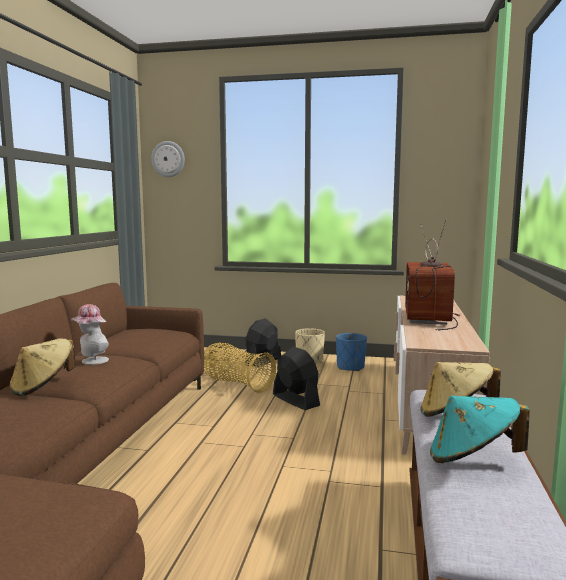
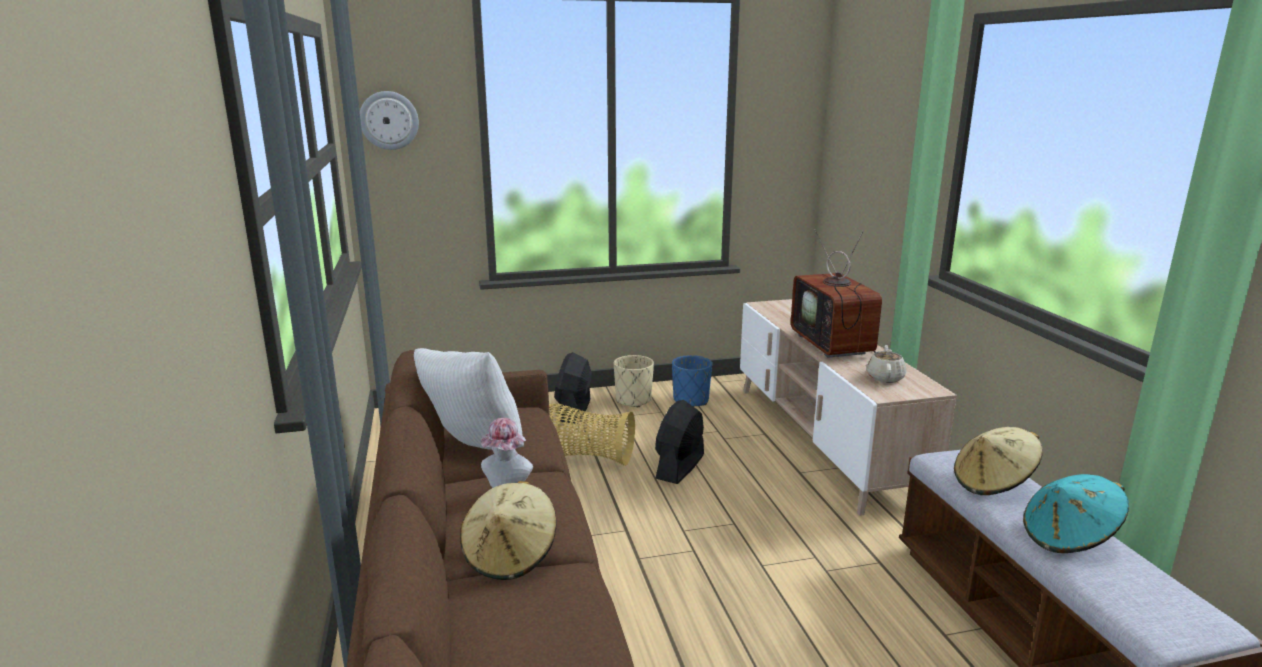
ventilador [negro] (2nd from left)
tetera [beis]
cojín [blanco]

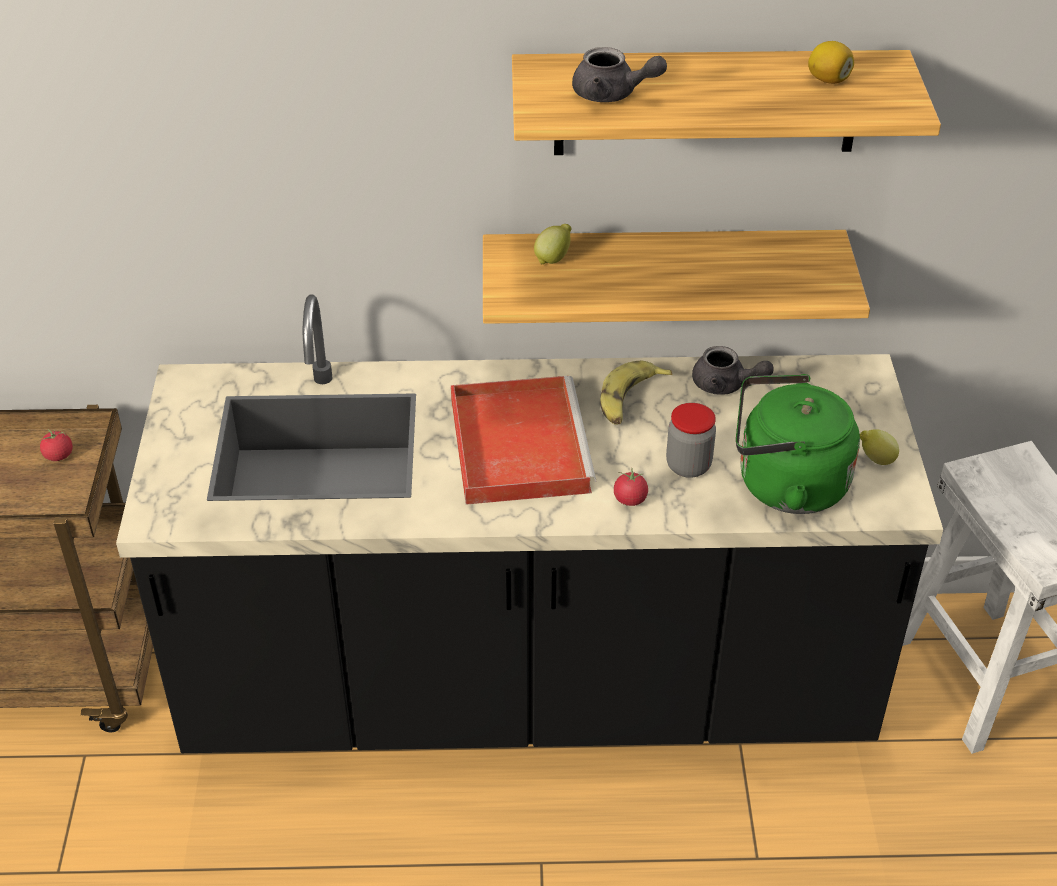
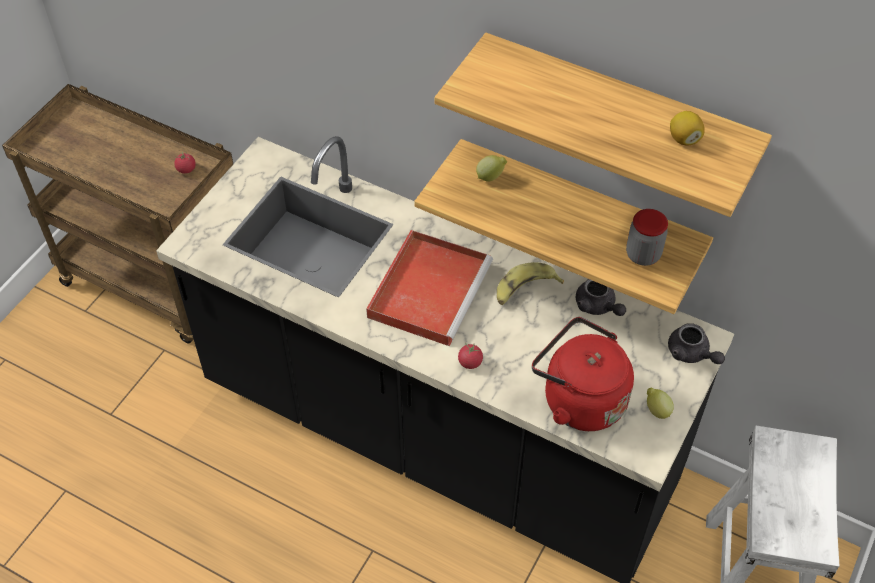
tetera [gris] (2nd from left)
hervidor [rojo]
tarro

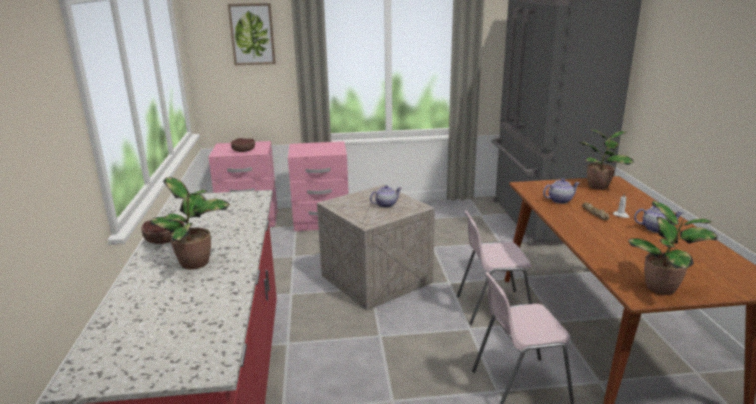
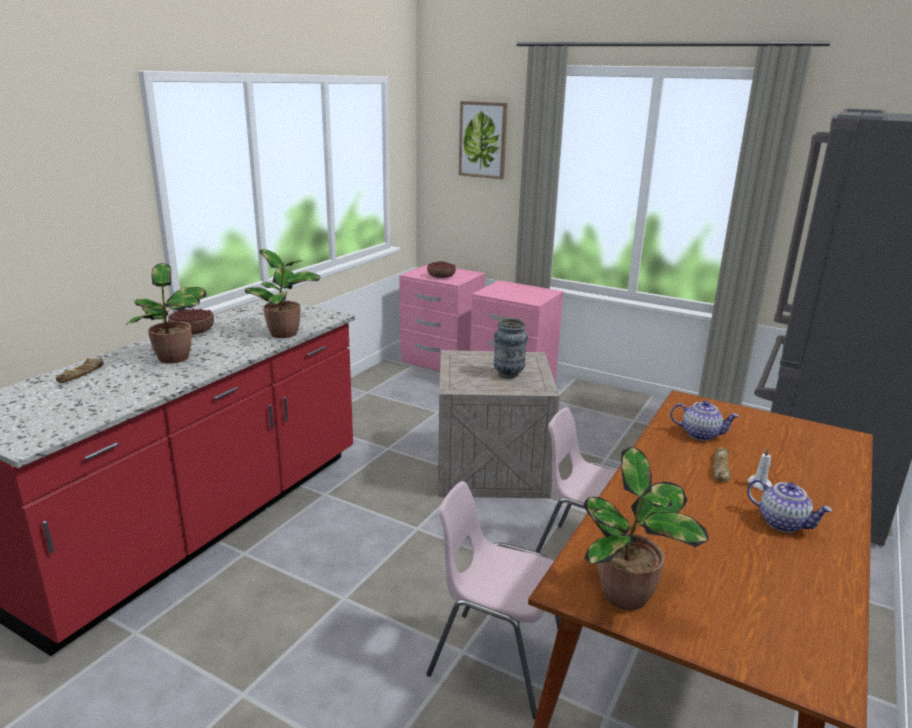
planta en maceta (2nd from left)
florero
pan (1st from left)

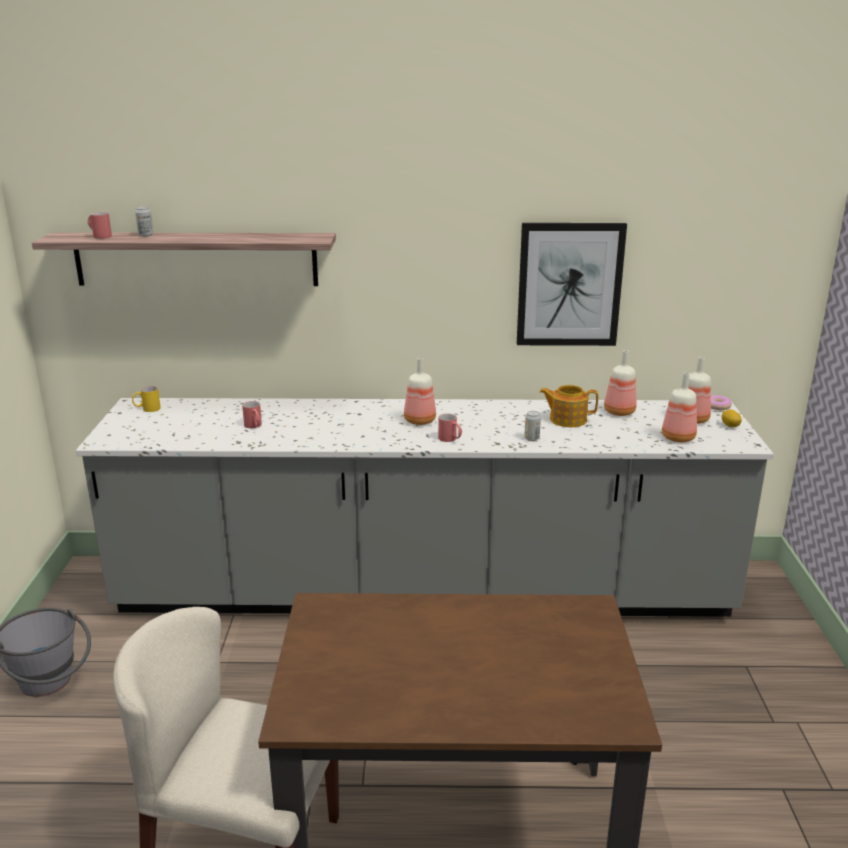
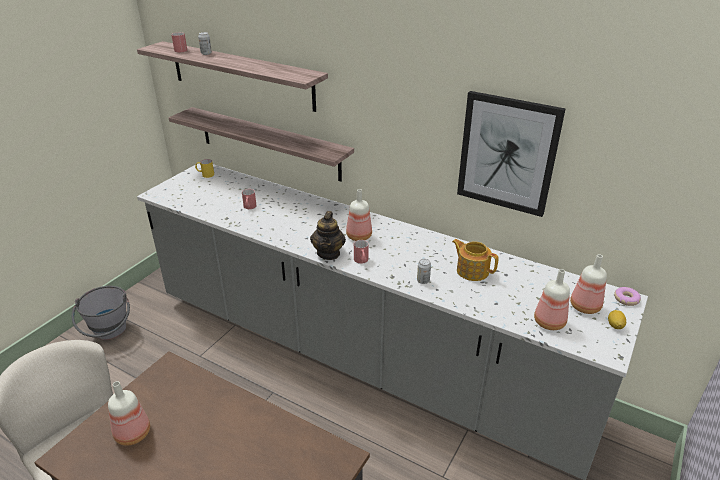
botella (1st from left)
estante (2nd from left)
tetera (1st from left)

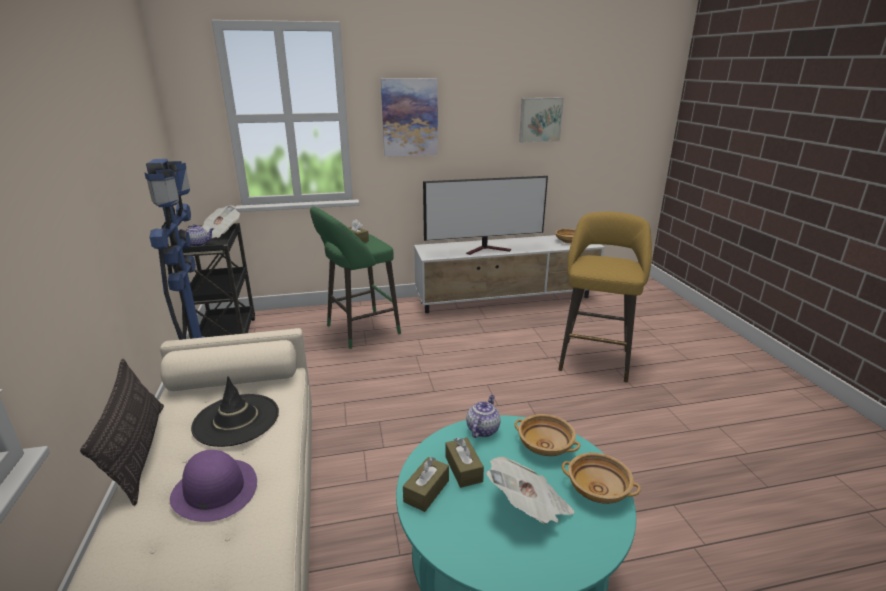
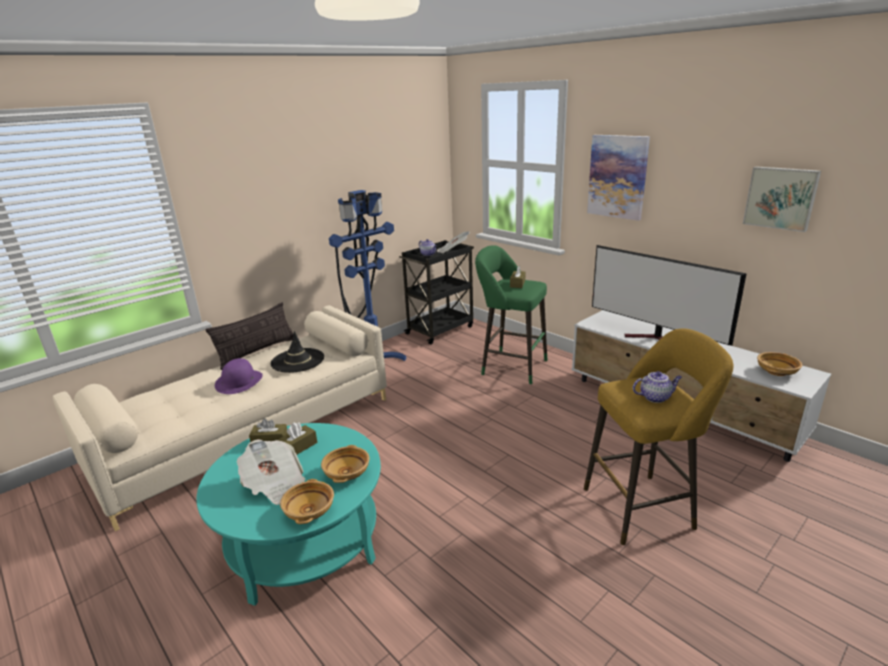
tetera (2nd from left)

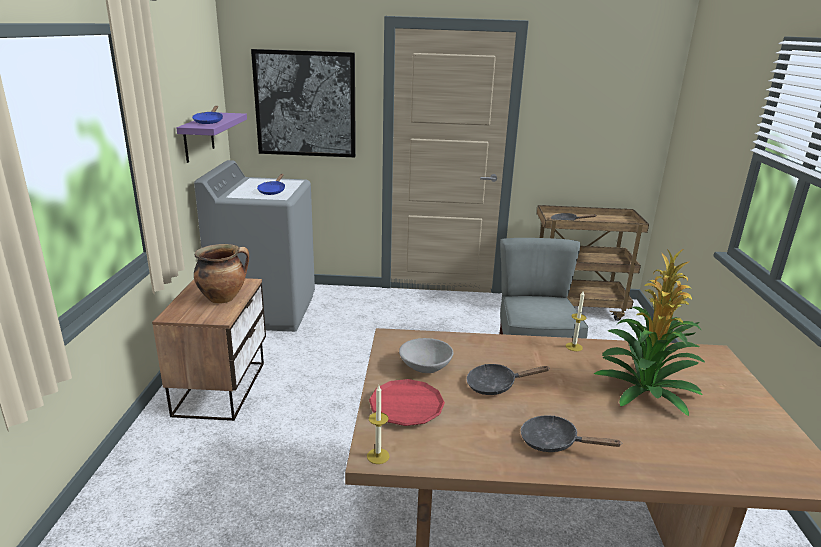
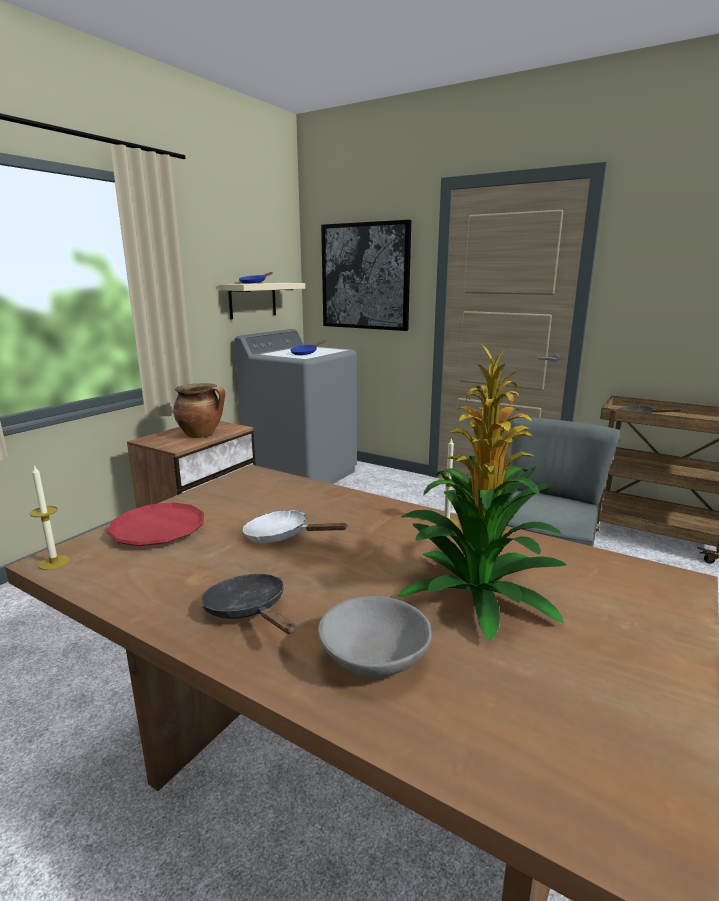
estante [beis]
cuenco [gris]
sartén [blanco]

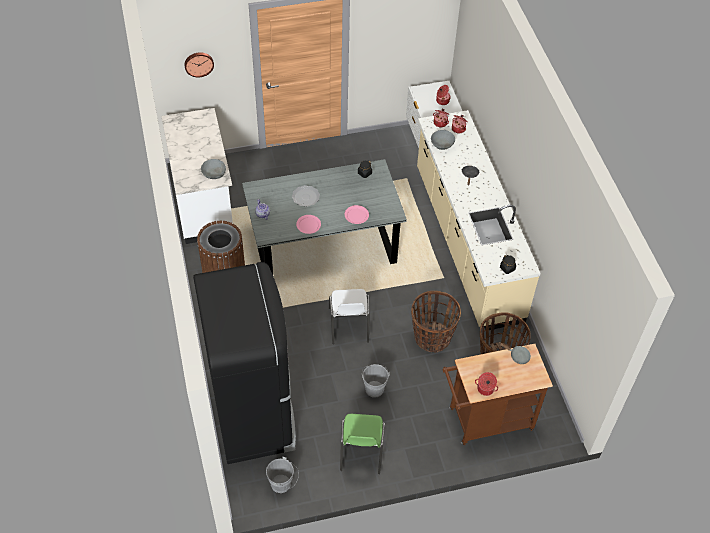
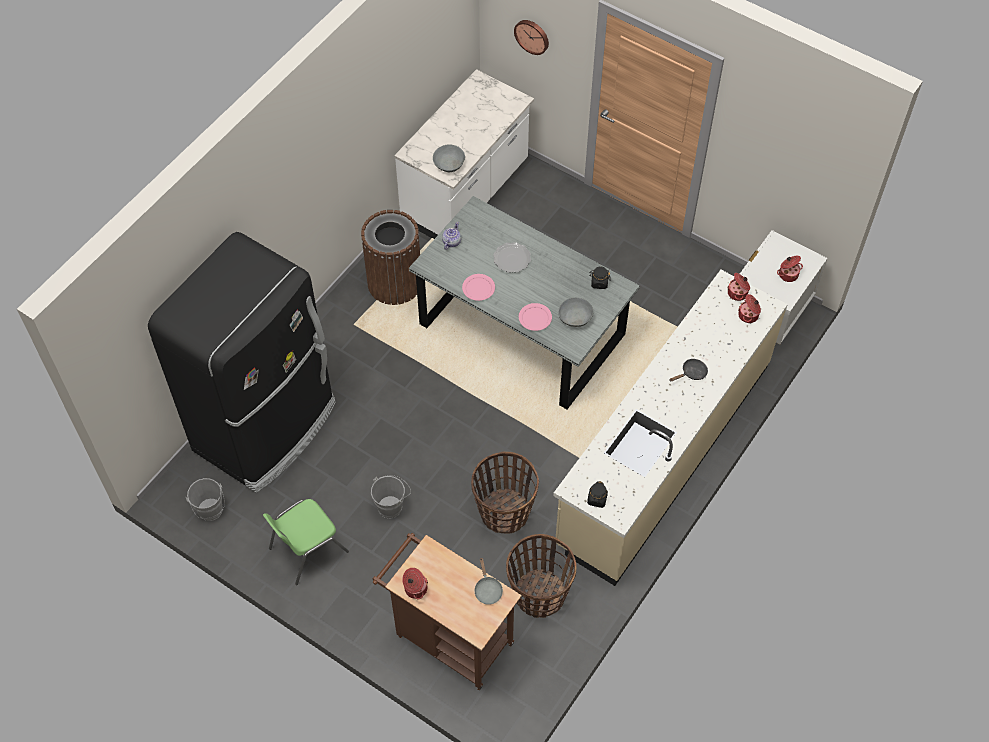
cuenco [gris] (2nd from left)
silla [blanco]

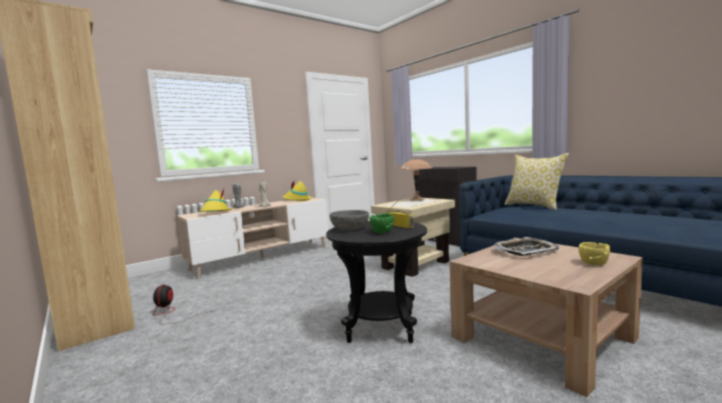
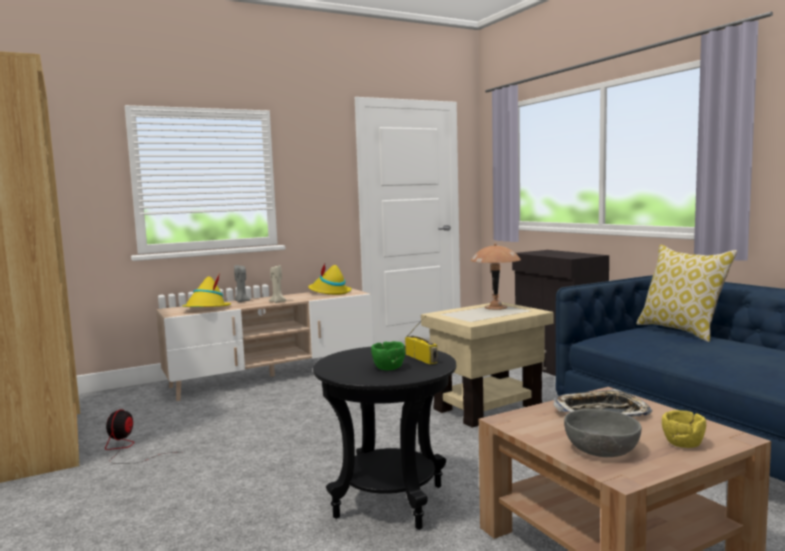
cuenco [gris]

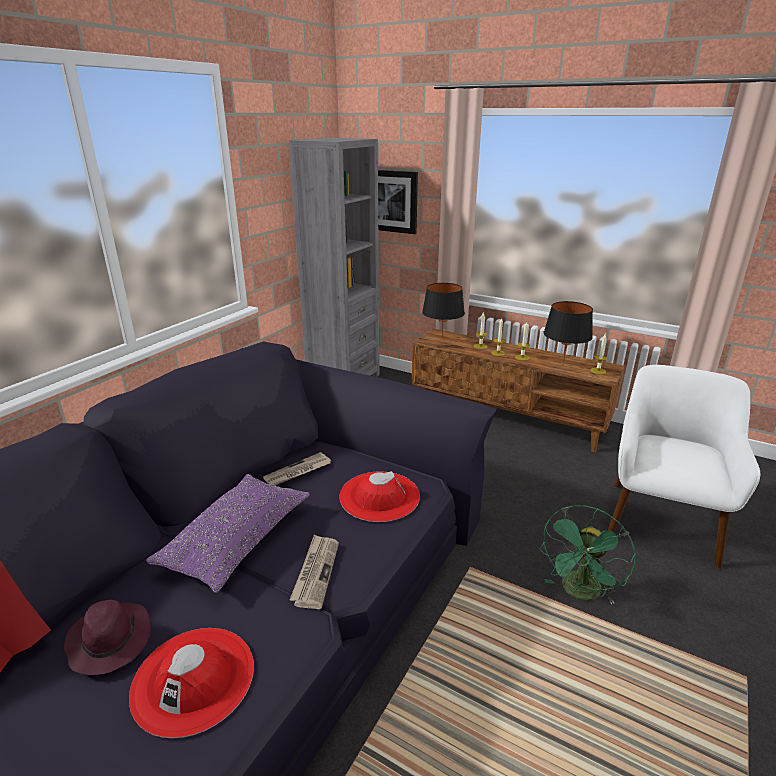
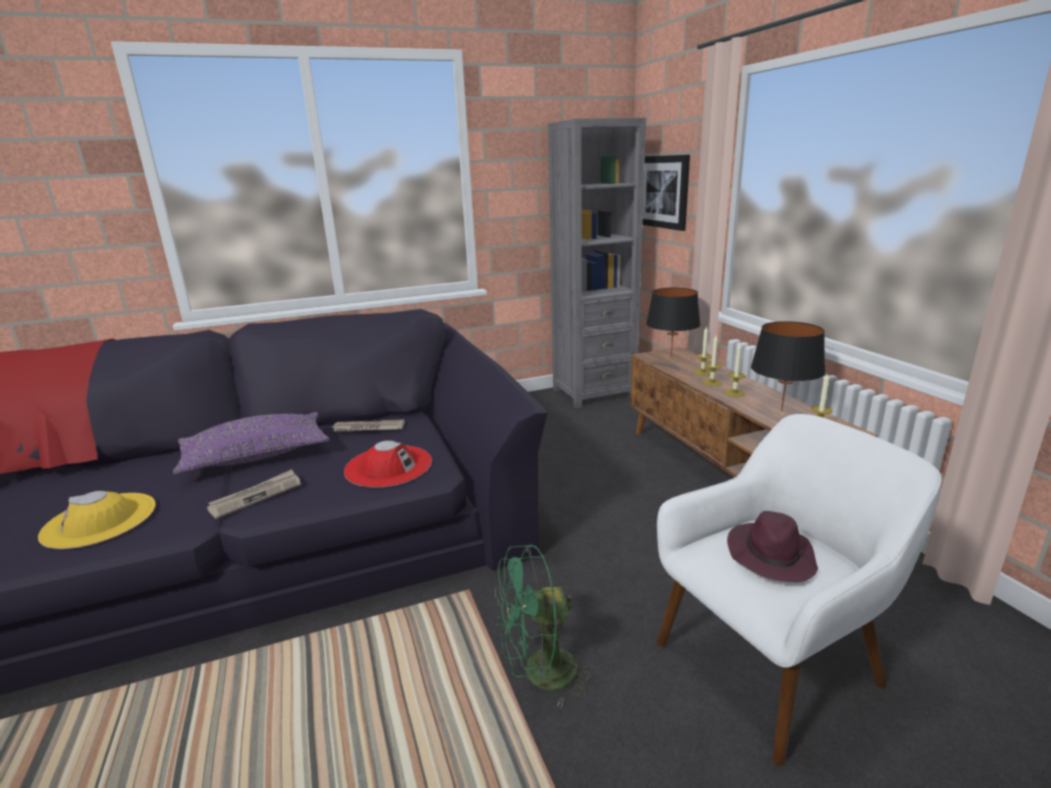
sombrero [morado]
sombrero [amarillo]

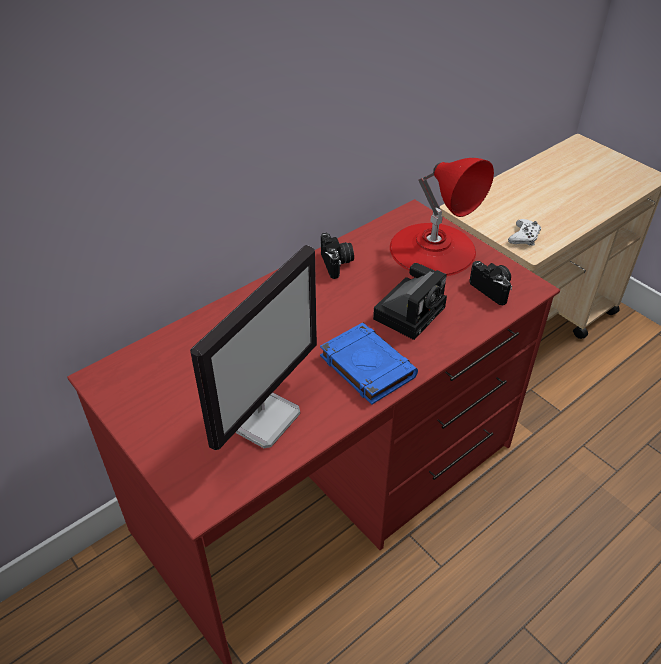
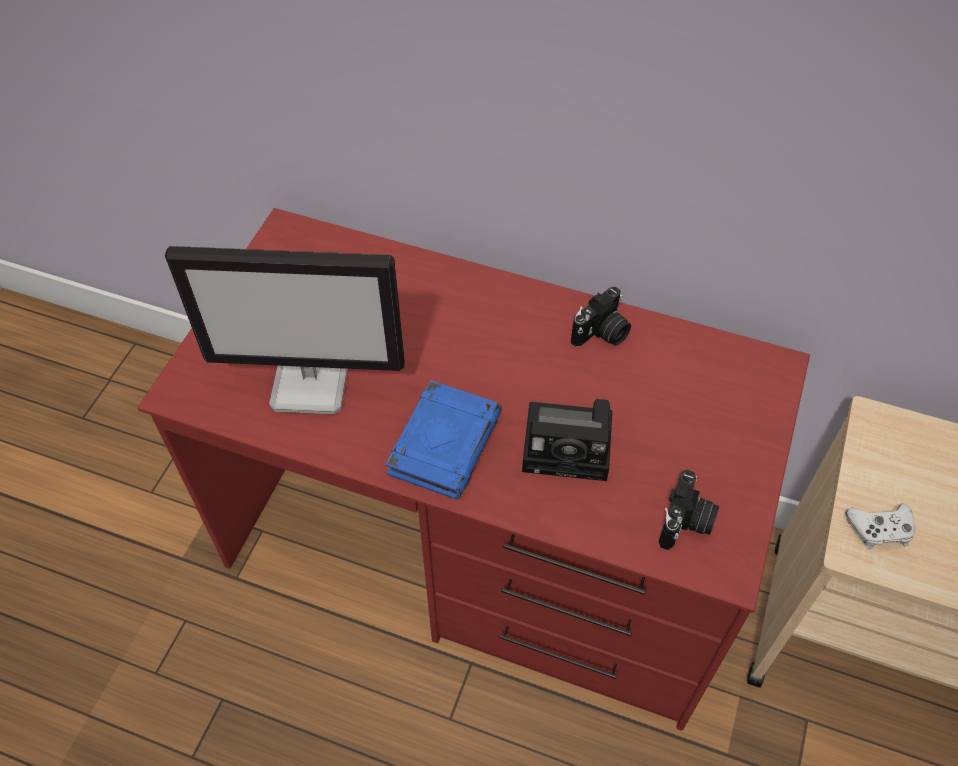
lámpara de mesa [rojo]

